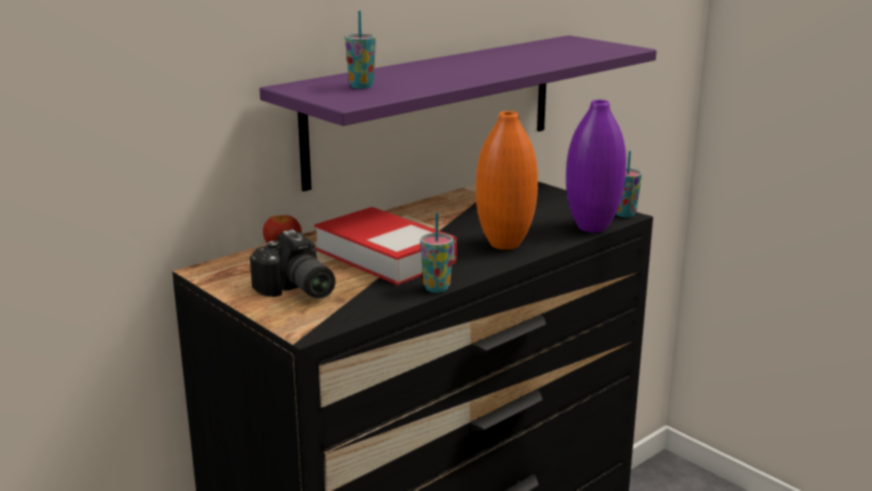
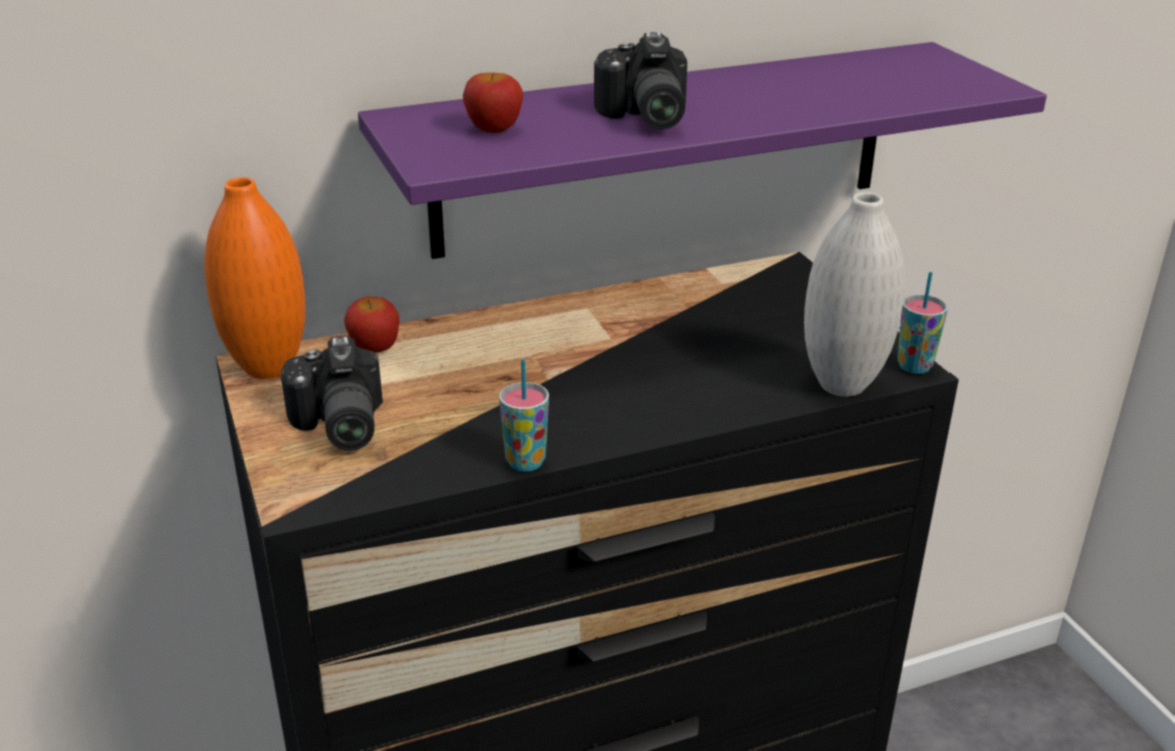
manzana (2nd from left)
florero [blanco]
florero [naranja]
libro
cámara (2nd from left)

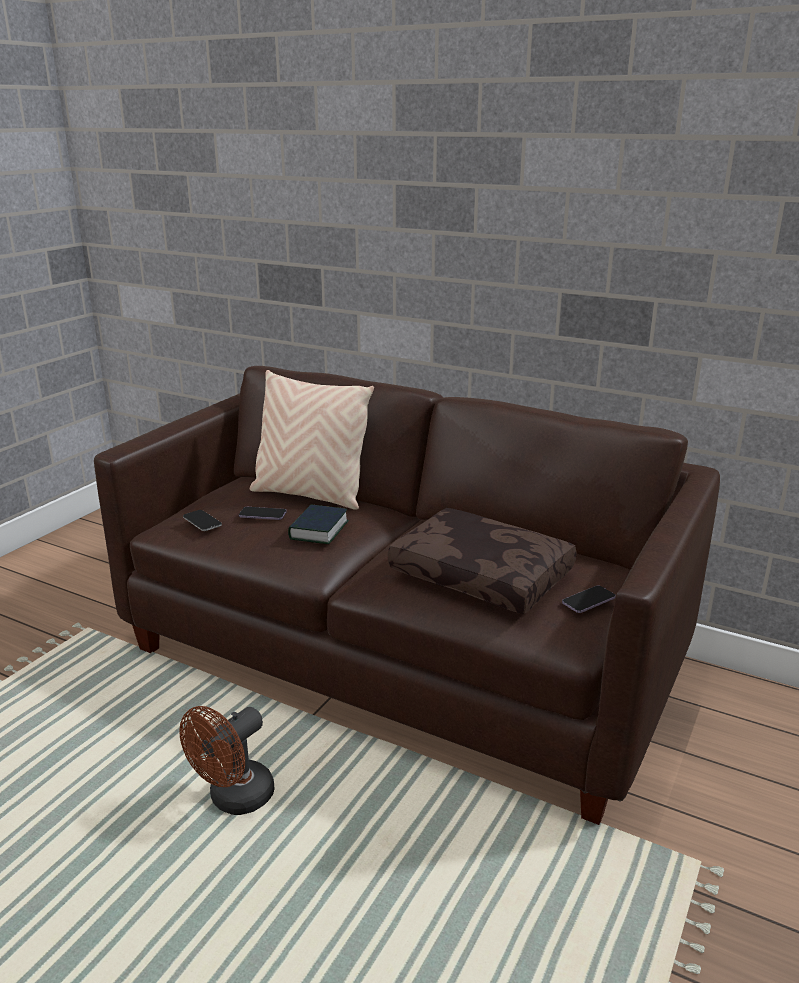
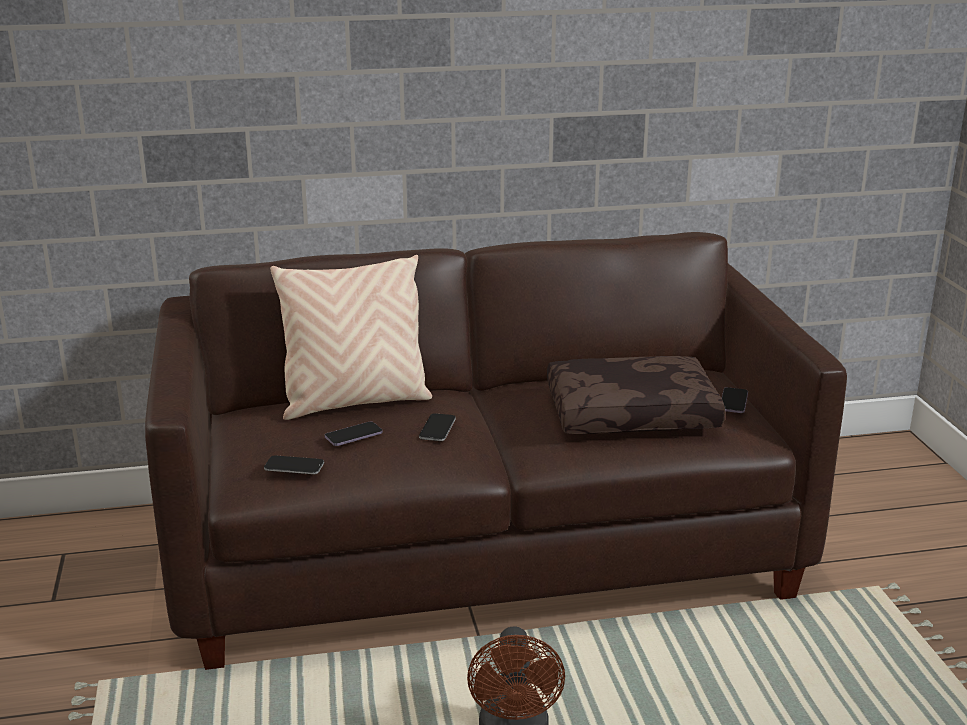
móvil (3rd from left)

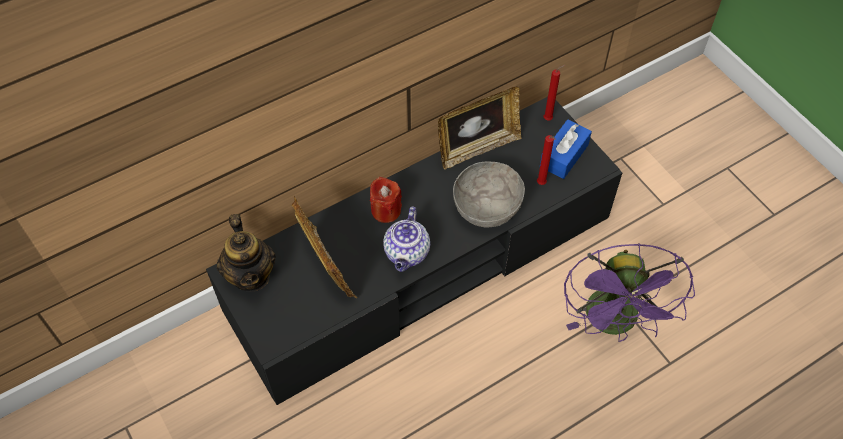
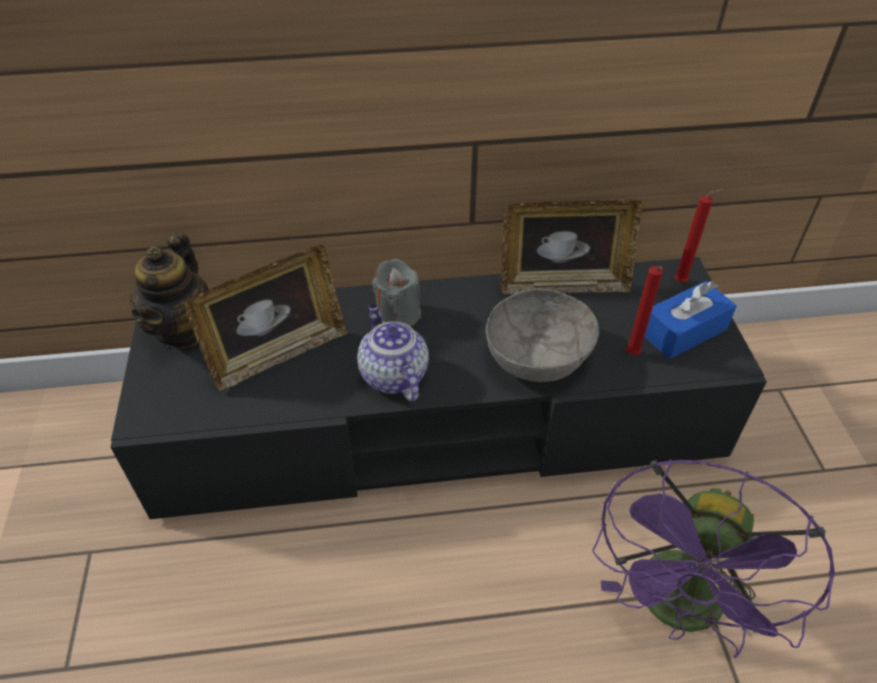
vela [gris]
portarretratos (1st from left)
tetera (2nd from left)

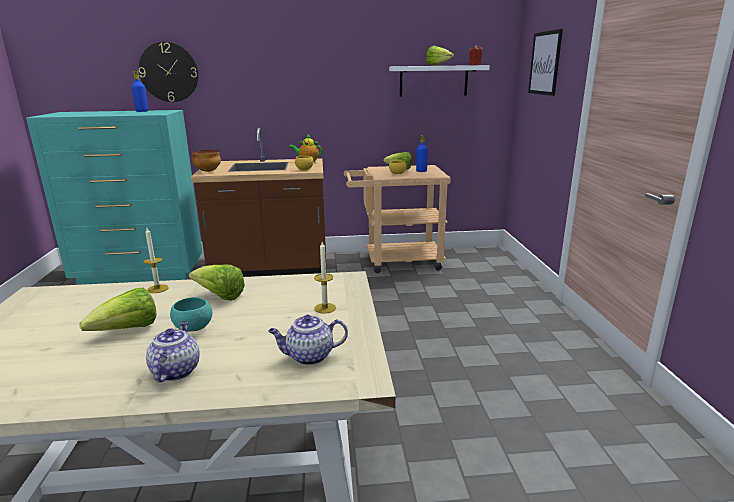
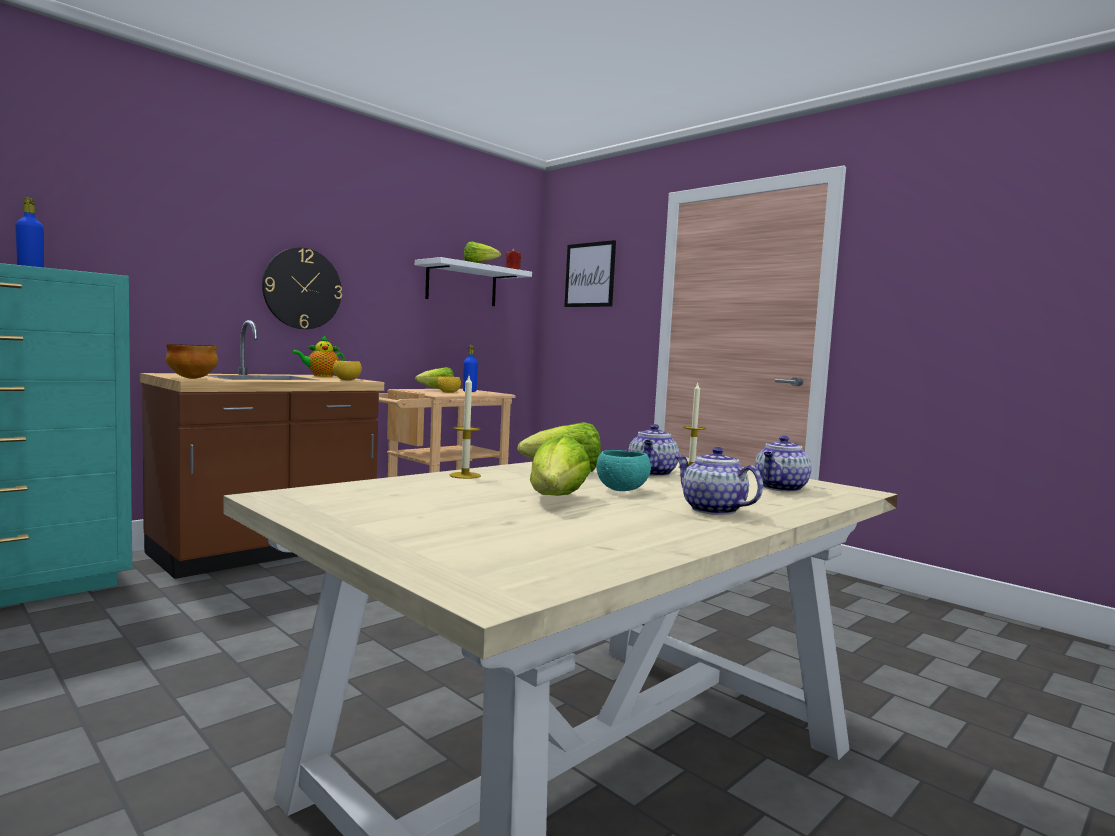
reloj de pared
tetera (2nd from left)

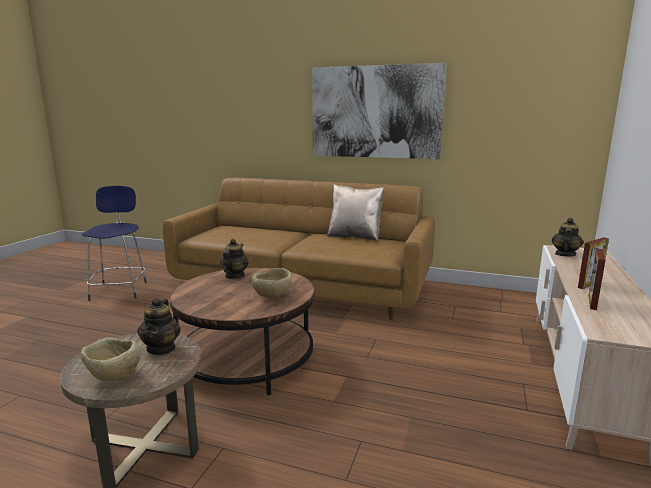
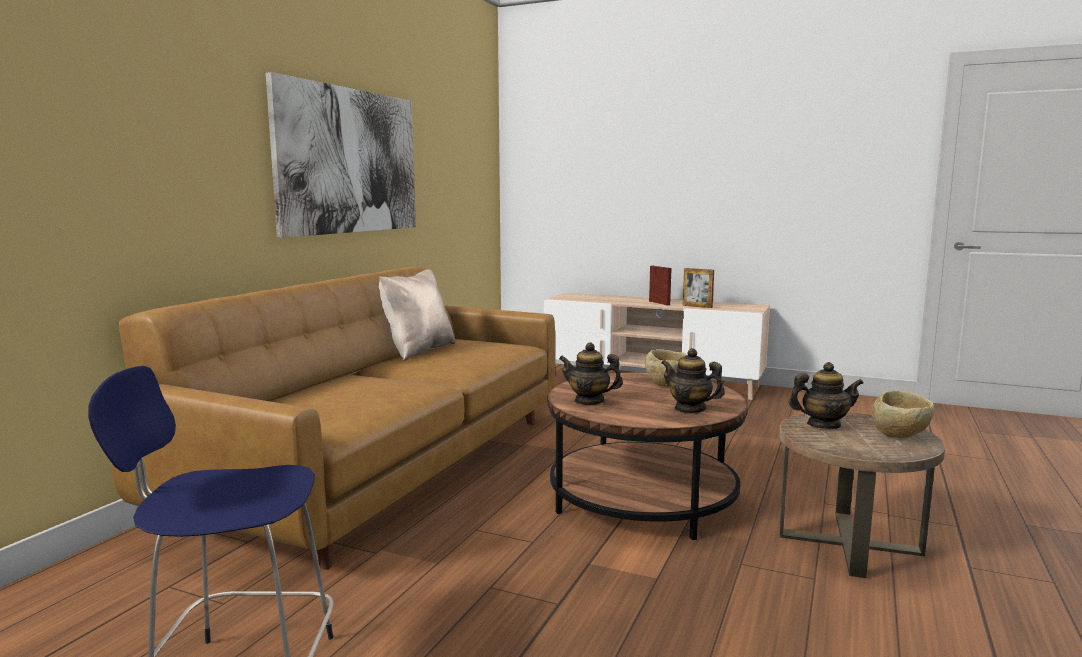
tetera (2nd from left)

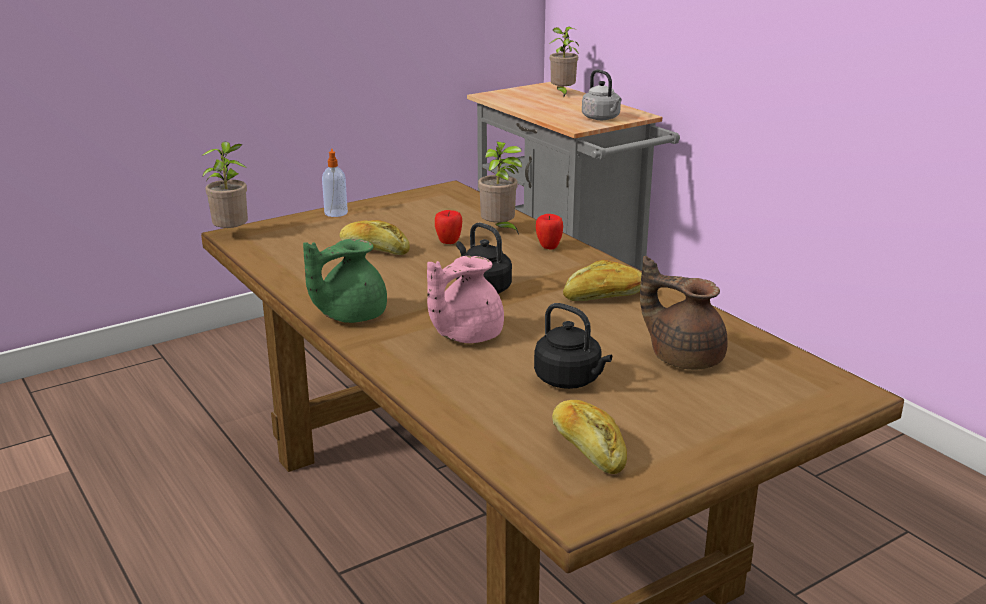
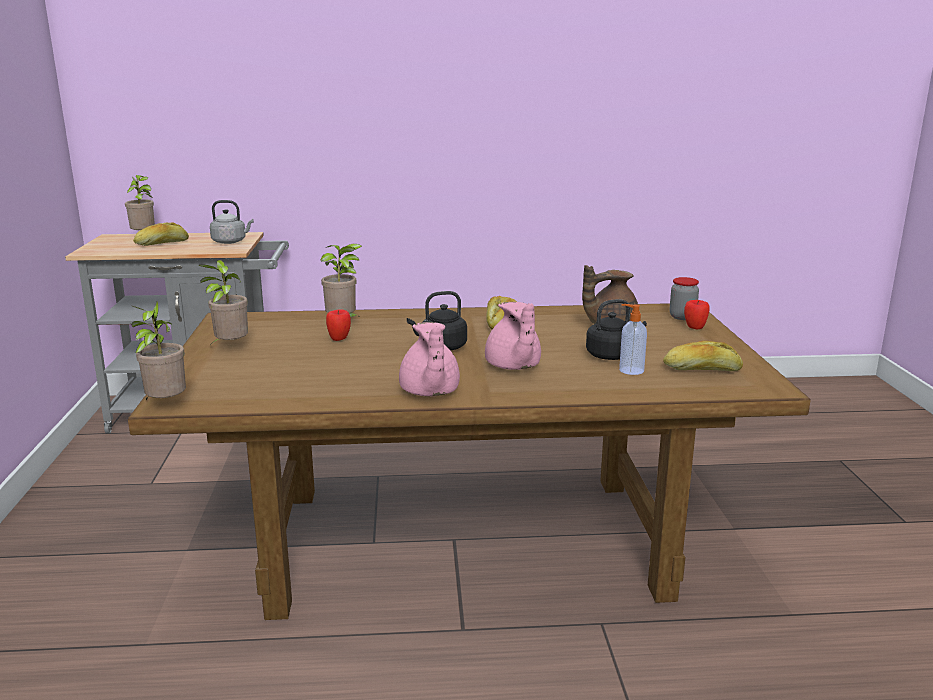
dispensador de jabón
manzana (2nd from left)
pan (1st from left)
tetera [rosa] (1st from left)
planta en maceta (3rd from left)
tarro

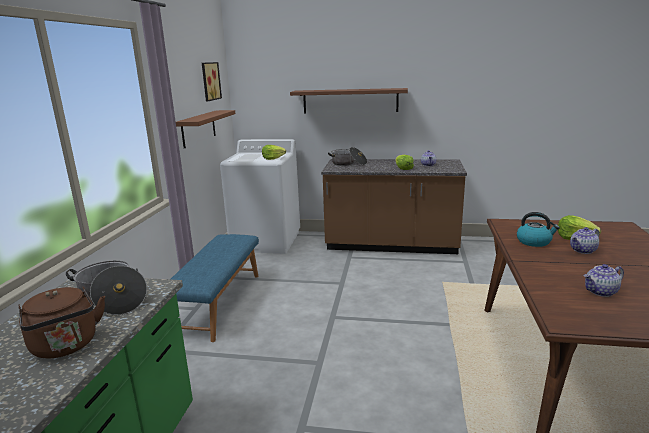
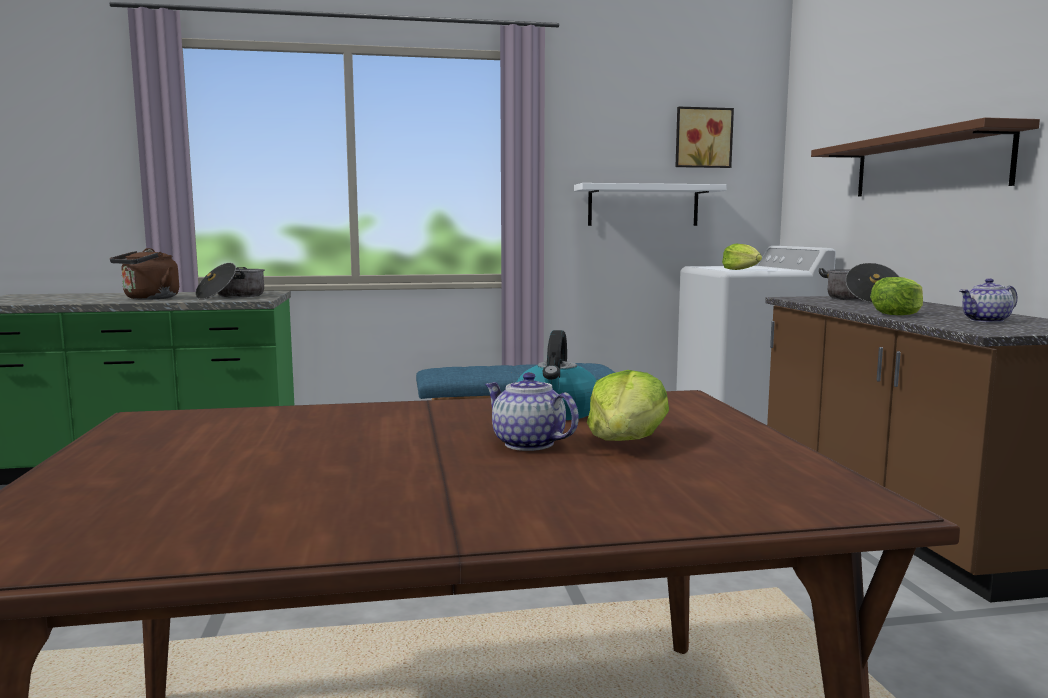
estante [blanco]
tetera (3rd from left in the first image)

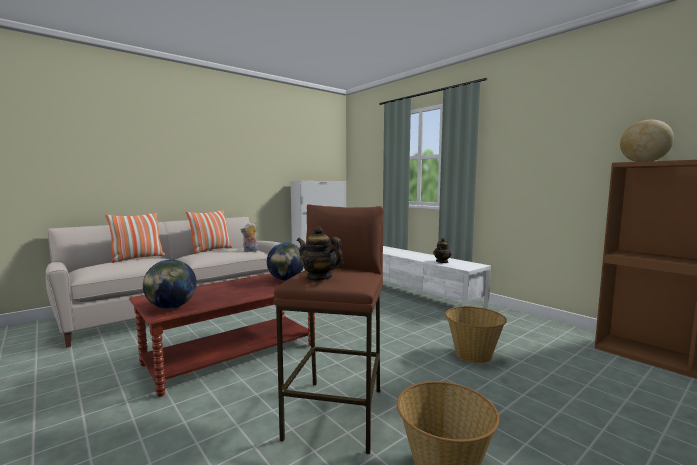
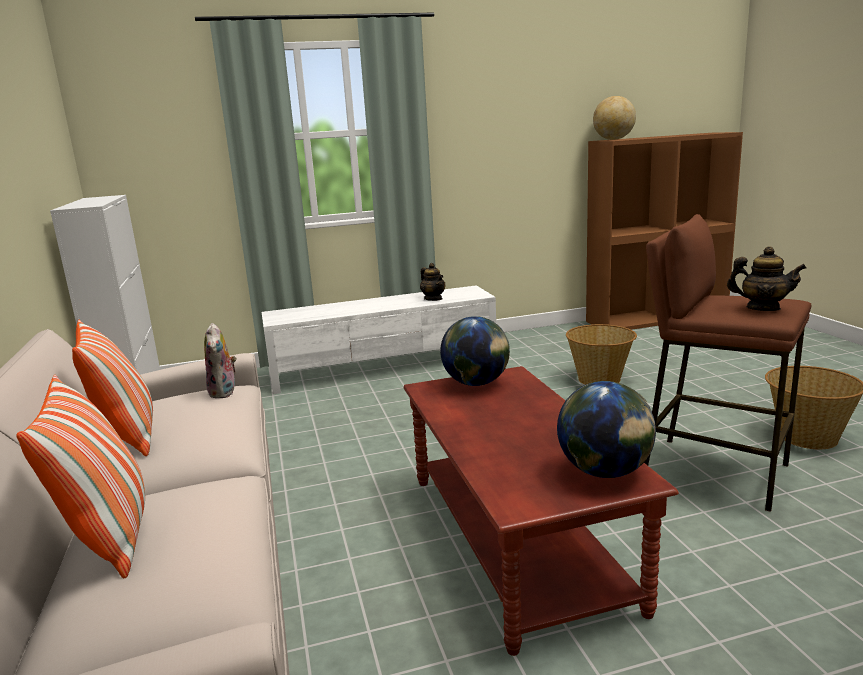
tetera (2nd from left)

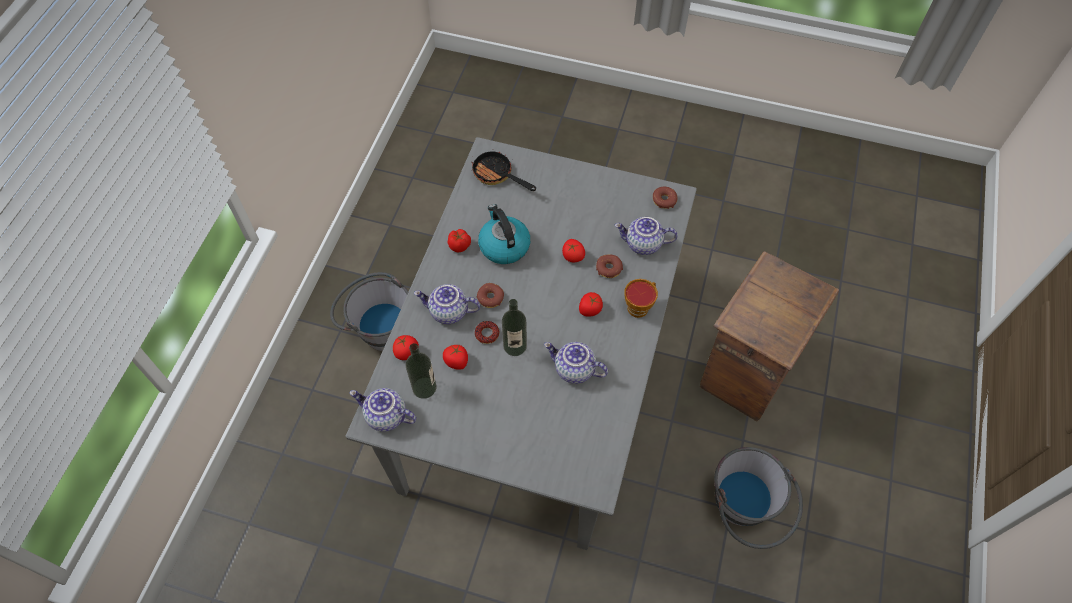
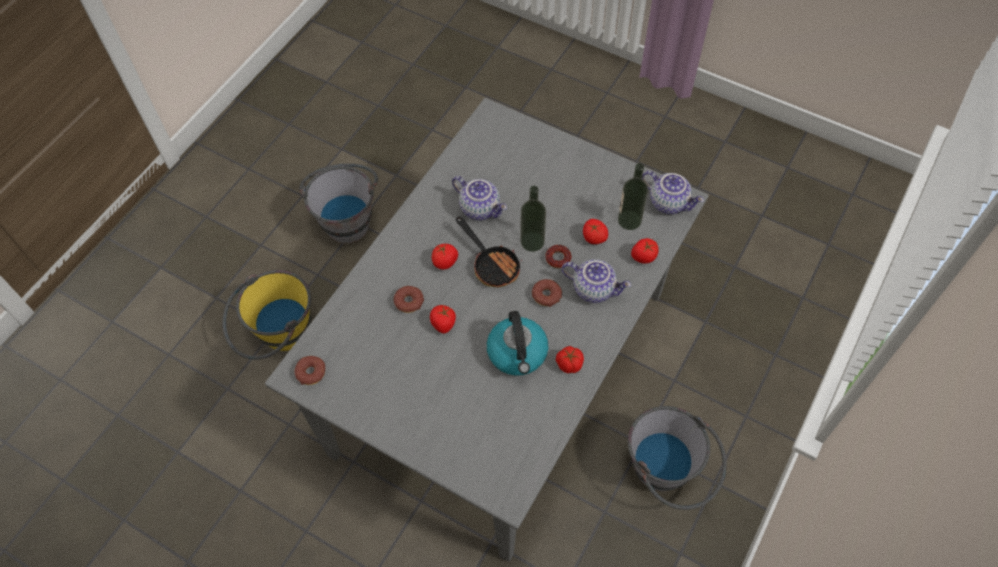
sartén
tetera (4th from left in the first image)
cubo [amarillo]
taza

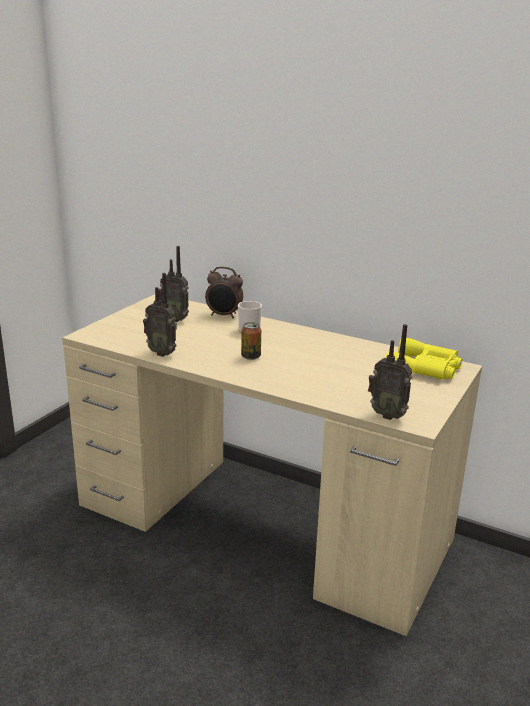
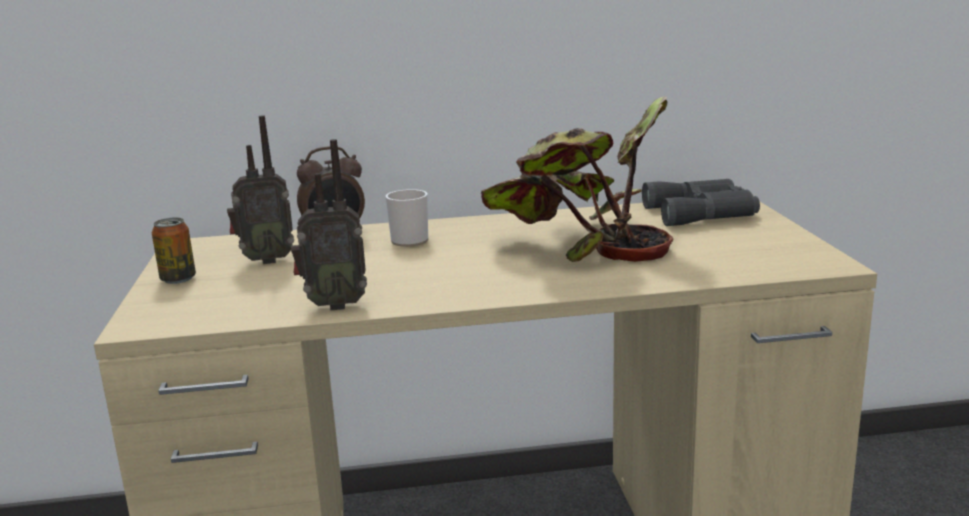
lata
radio (3rd from left in the first image)
prismáticos [gris]
planta en maceta

